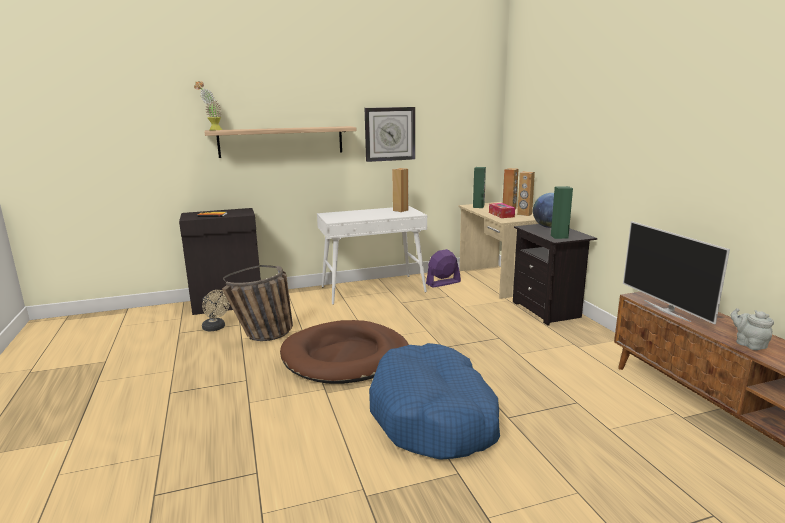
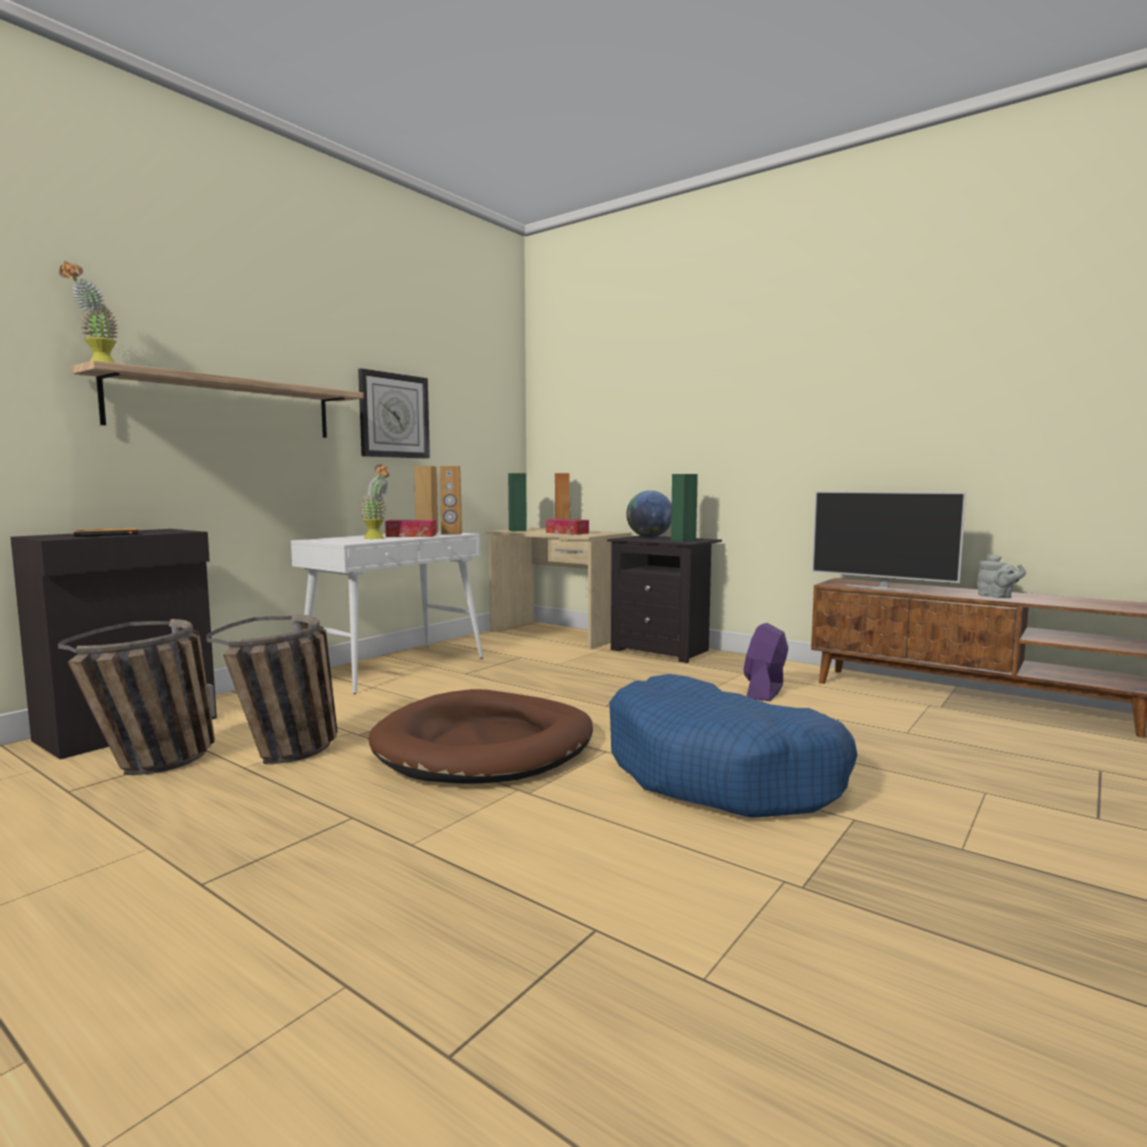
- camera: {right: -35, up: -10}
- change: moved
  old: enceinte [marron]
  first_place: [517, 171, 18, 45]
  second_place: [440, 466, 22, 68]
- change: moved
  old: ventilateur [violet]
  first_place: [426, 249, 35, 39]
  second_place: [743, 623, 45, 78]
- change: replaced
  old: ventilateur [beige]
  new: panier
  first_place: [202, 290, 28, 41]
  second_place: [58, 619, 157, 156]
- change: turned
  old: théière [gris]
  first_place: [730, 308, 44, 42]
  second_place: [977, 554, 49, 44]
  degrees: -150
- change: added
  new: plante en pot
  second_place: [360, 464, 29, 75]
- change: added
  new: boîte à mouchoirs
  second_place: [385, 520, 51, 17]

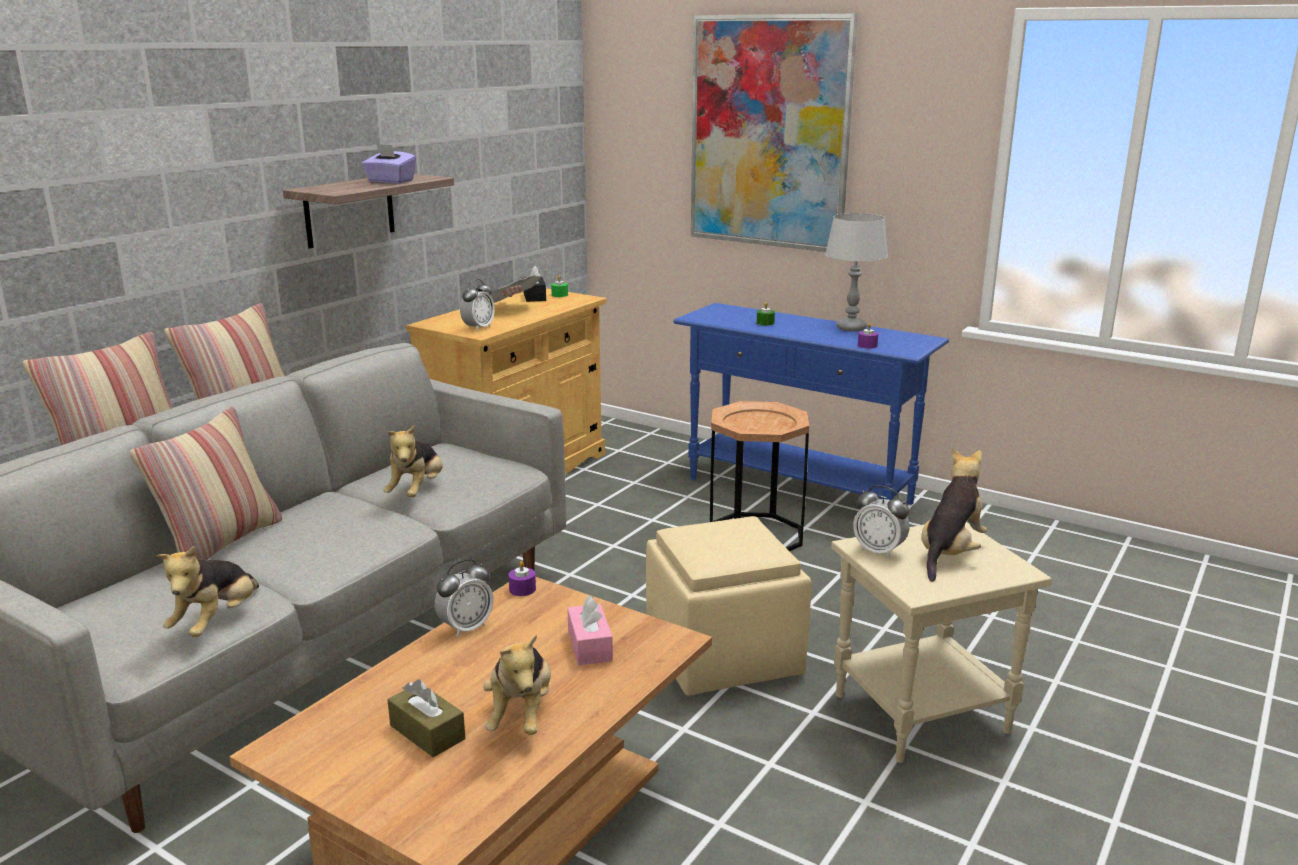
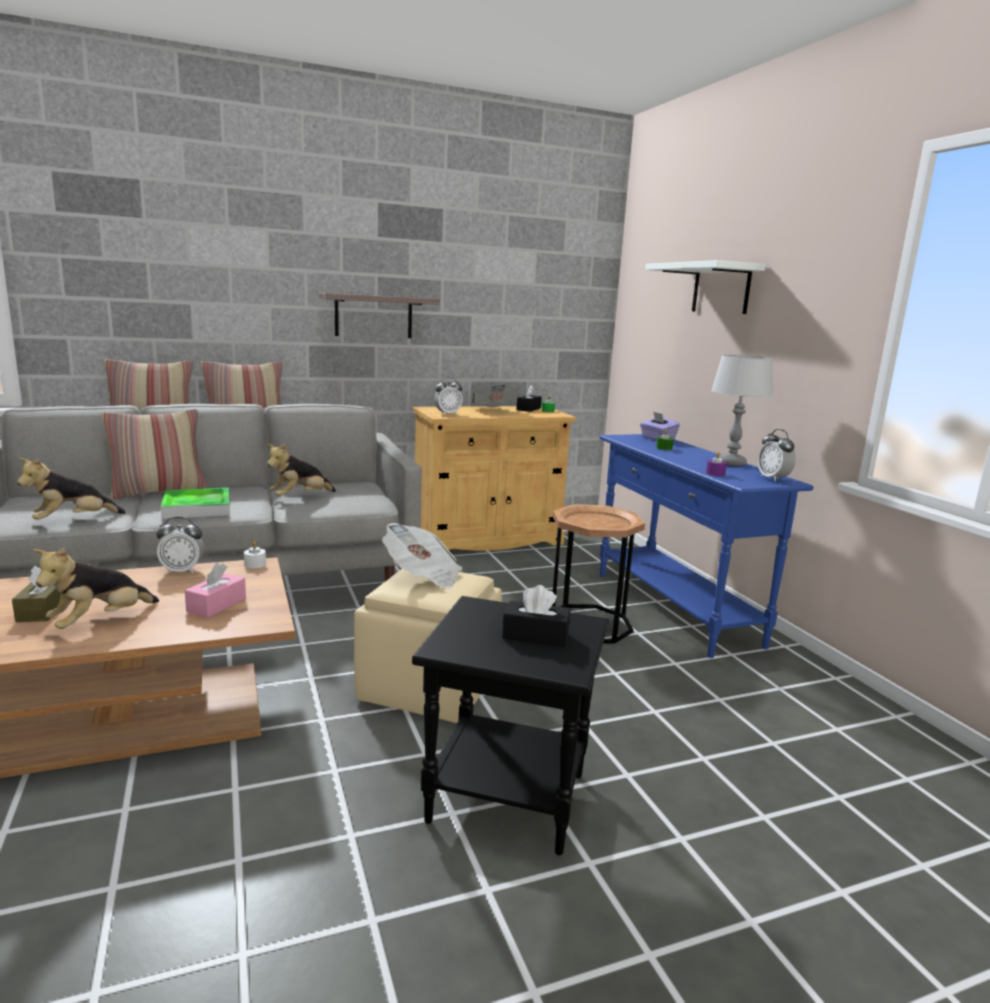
- camera: {right: 35, up: -5}
- change: replaced
  old: tableau
  new: étagère [blanc]
  first_place: [691, 14, 167, 238]
  second_place: [645, 260, 120, 54]
- change: moved
  old: boîte à mouchoirs [violet]
  first_place: [362, 144, 54, 40]
  second_place: [640, 411, 40, 30]
- change: replaced
  old: peluche
  new: boîte à mouchoirs [noir]
  first_place: [921, 449, 66, 133]
  second_place: [503, 585, 67, 62]
- change: moved
  old: réveil
  first_place: [853, 485, 57, 74]
  second_place: [757, 429, 39, 53]
- change: recoloured
  old: table d'appoint [beige]
  new: table d'appoint [noir]
  first_place: [831, 522, 221, 241]
  second_place: [412, 596, 197, 259]
- change: recoloured
  old: bougie [violet]
  new: bougie [blanc]
  first_place: [508, 561, 28, 35]
  second_place: [244, 541, 22, 27]
- change: added
  new: plateau
  second_place: [161, 488, 69, 31]
- change: added
  new: journal
  second_place: [382, 523, 80, 66]

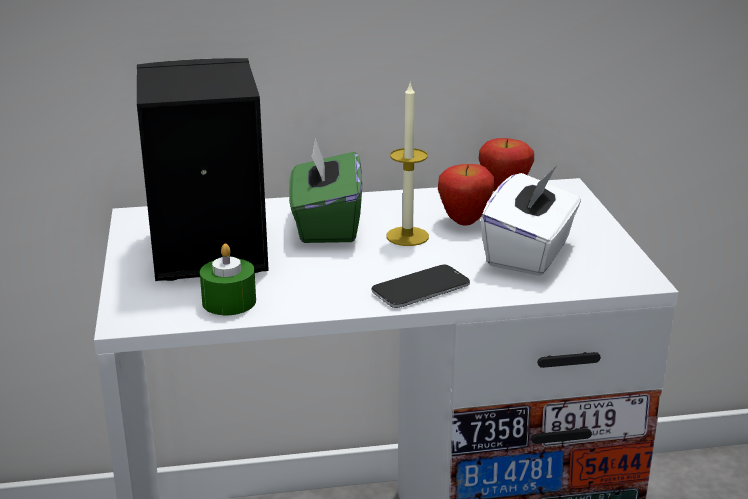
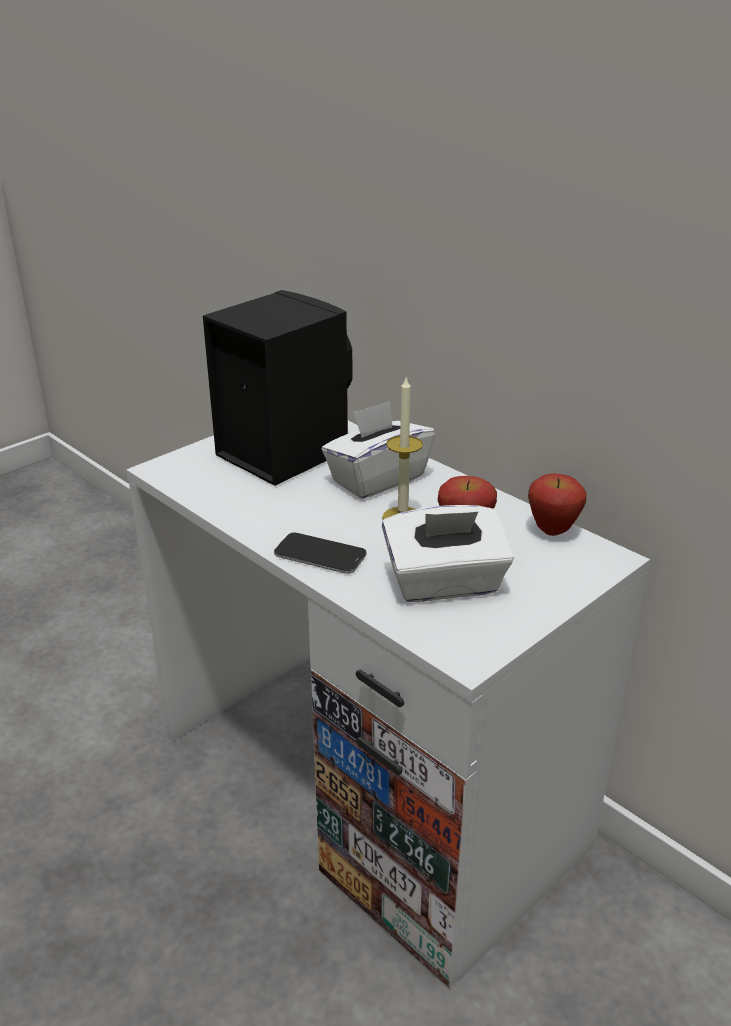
- camera: {right: 55, up: 5}
- change: recoloured
  old: boîte à mouchoirs [vert]
  new: boîte à mouchoirs [blanc]
  first_place: [289, 138, 73, 105]
  second_place: [322, 401, 113, 98]
- change: removed
  old: bougie [vert]
  first_place: [200, 244, 56, 71]

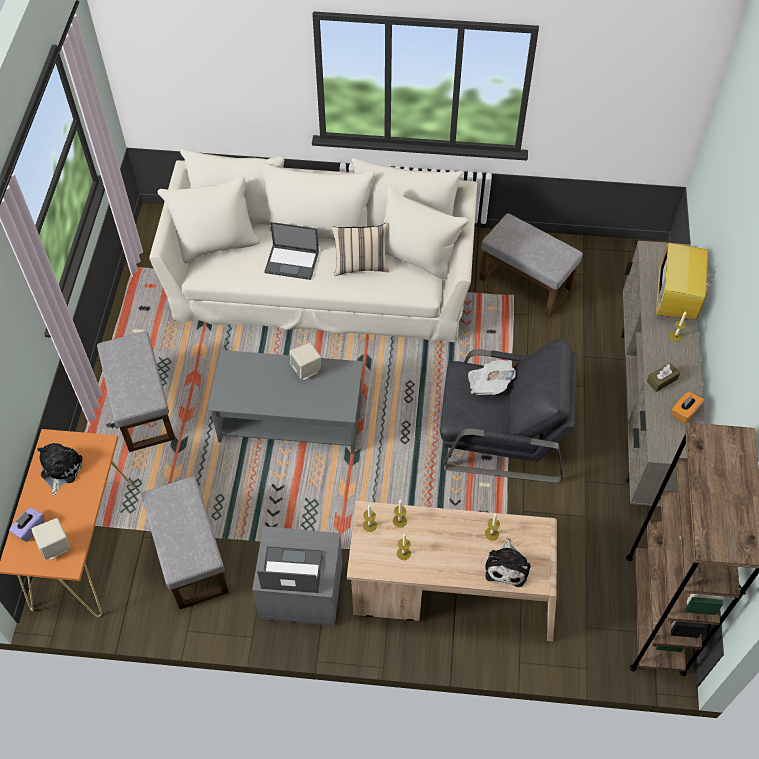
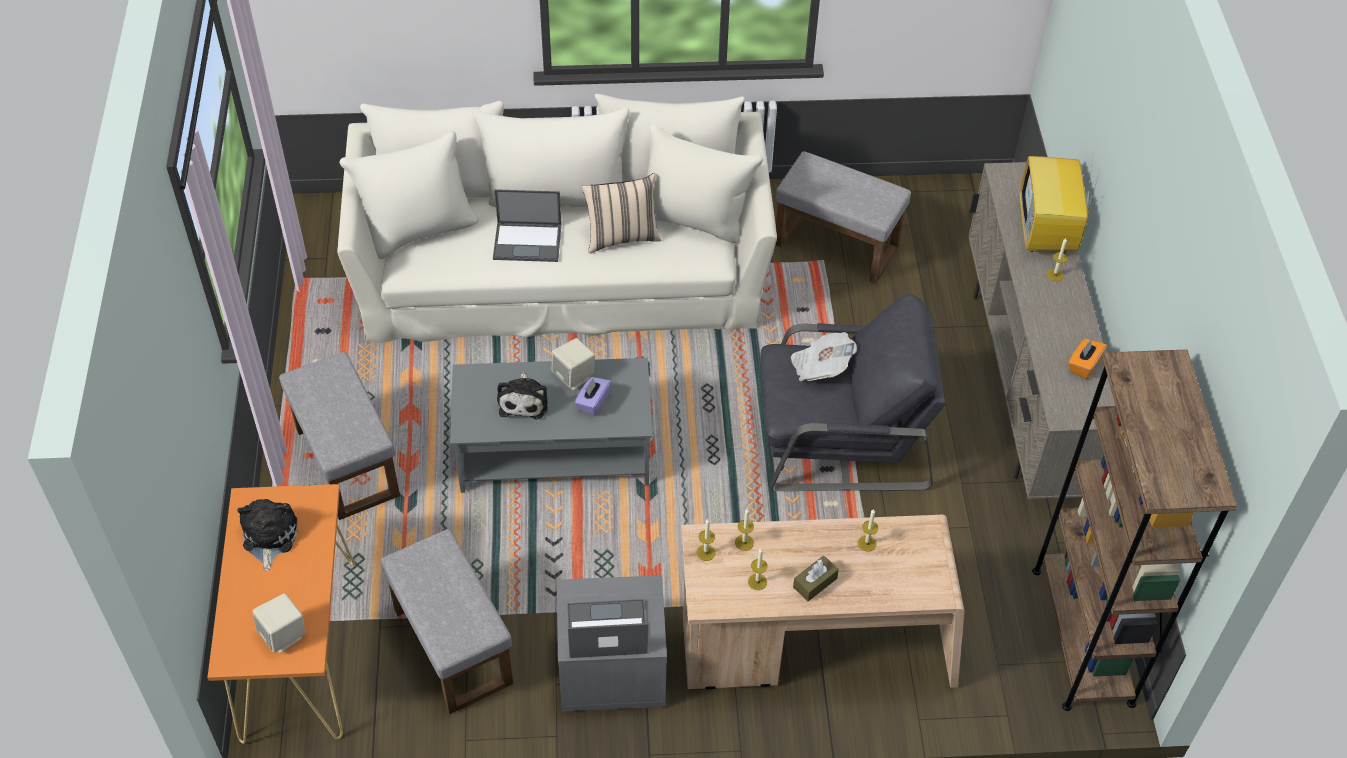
- camera: {right: -10, up: -5}
- change: moved
  old: boîte à mouchoirs [marron]
  first_place: [647, 363, 33, 29]
  second_place: [793, 555, 46, 46]
- change: moved
  old: boîte à mouchoirs [violet]
  first_place: [9, 507, 35, 35]
  second_place: [575, 377, 37, 39]
- change: moved
  old: peluche
  first_place: [485, 538, 46, 49]
  second_place: [497, 372, 51, 48]

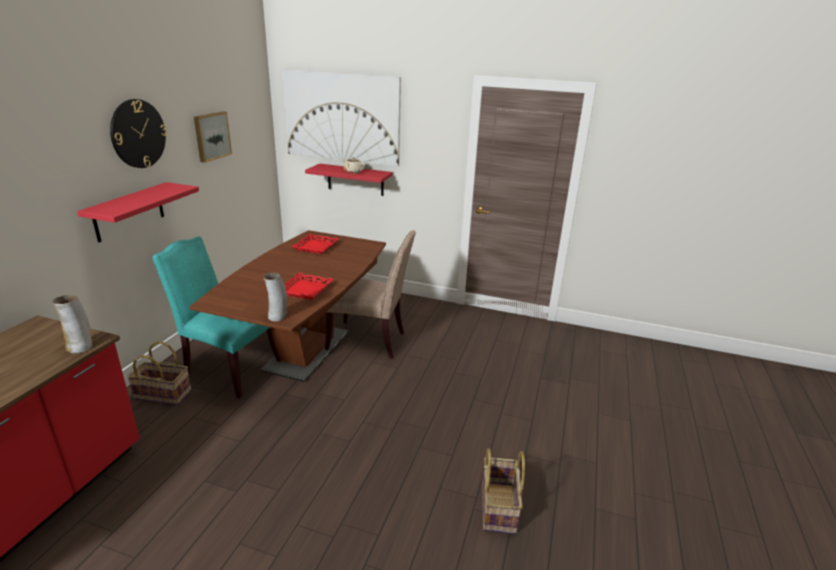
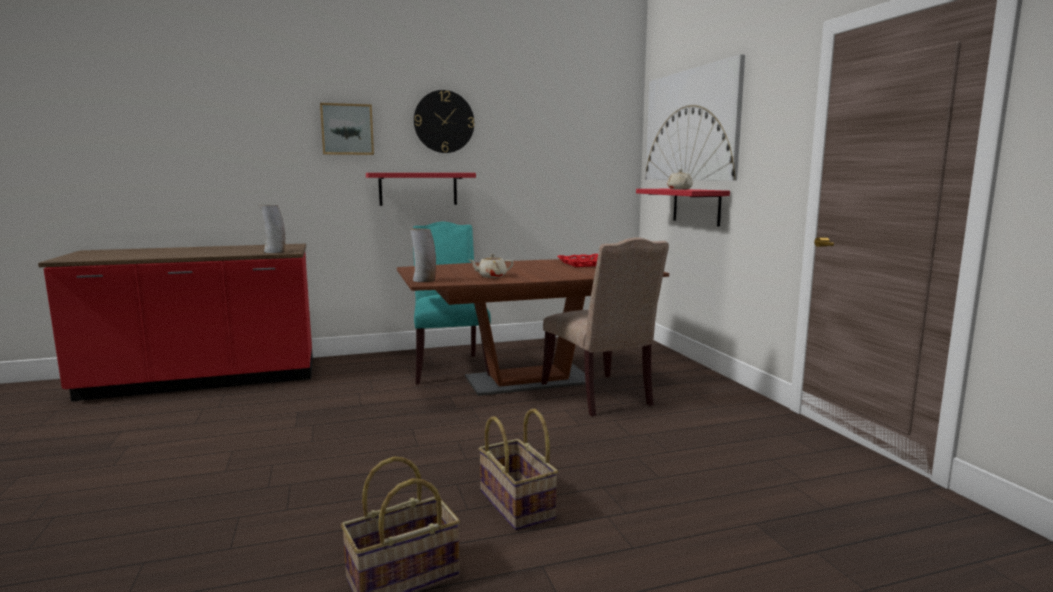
- camera: {right: 55, up: -15}
- change: moved
  old: tableau
  first_place: [194, 111, 38, 52]
  second_place: [320, 103, 54, 52]
- change: replaced
  old: plateau [rouge]
  new: théière [beige]
  first_place: [284, 273, 50, 27]
  second_place: [469, 254, 44, 24]
- change: moved
  old: panier
  first_place: [127, 341, 64, 64]
  second_place: [479, 409, 79, 121]

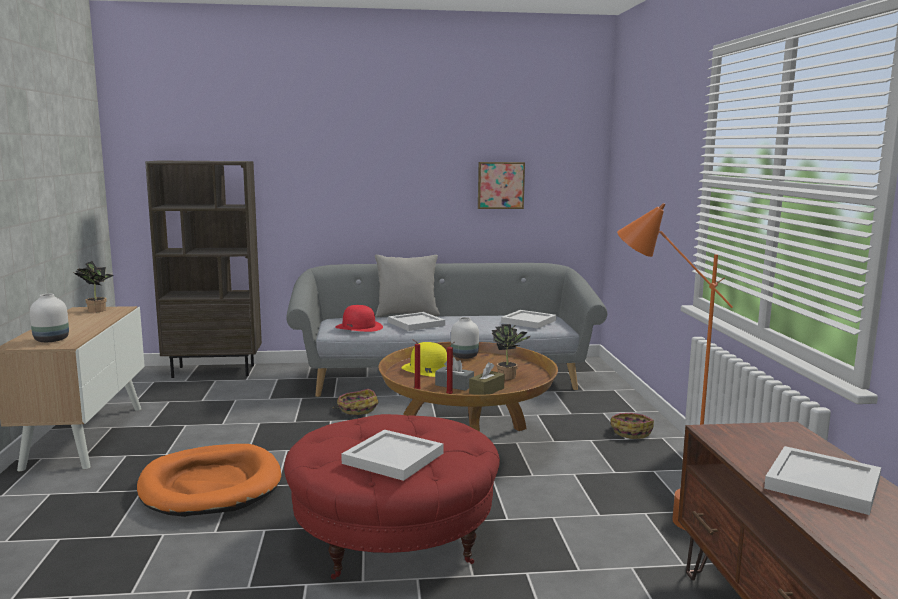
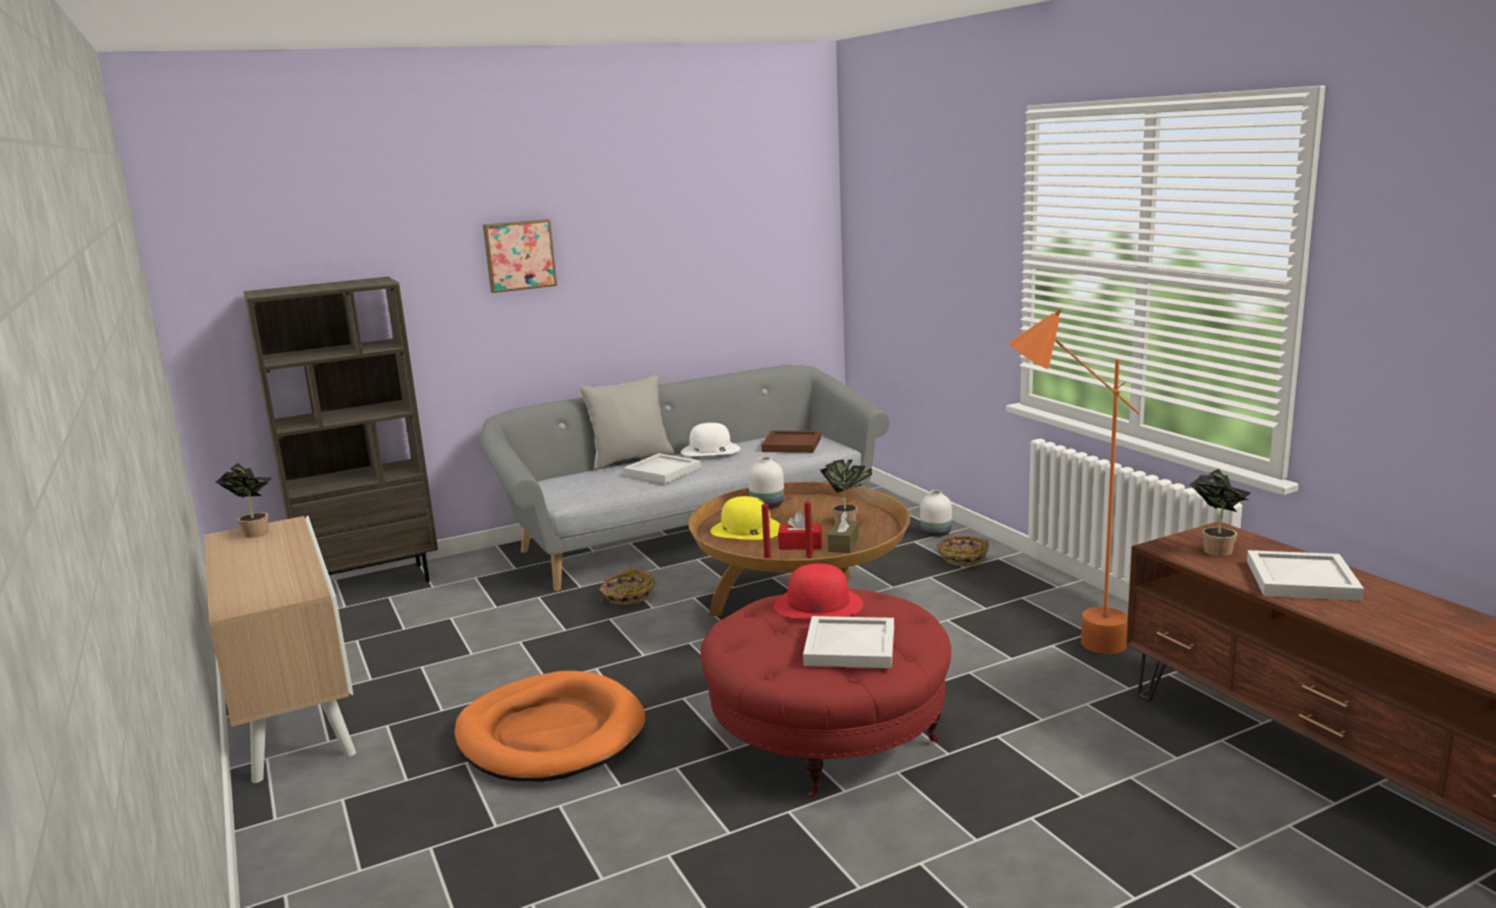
- camera: {right: -20, up: 5}
- change: moved
  old: tableau
  first_place: [478, 162, 47, 47]
  second_place: [483, 219, 74, 74]
- change: moved
  old: vase [blanc]
  first_place: [30, 294, 39, 48]
  second_place: [920, 490, 32, 47]
- change: moved
  old: chapeau [rouge]
  first_place: [335, 305, 48, 27]
  second_place: [774, 564, 89, 55]
- change: recoloured
  old: plateau [blanc]
  new: plateau [marron]
  first_place: [501, 310, 55, 18]
  second_place: [761, 431, 60, 22]
- change: recoloured
  old: boîte à mouchoirs [gris]
  new: boîte à mouchoirs [rouge]
  first_place: [435, 357, 39, 34]
  second_place: [778, 512, 44, 38]
- change: added
  new: chapeau [blanc]
  second_place: [681, 423, 59, 33]
- change: added
  new: plante en pot
  second_place: [1189, 469, 62, 87]

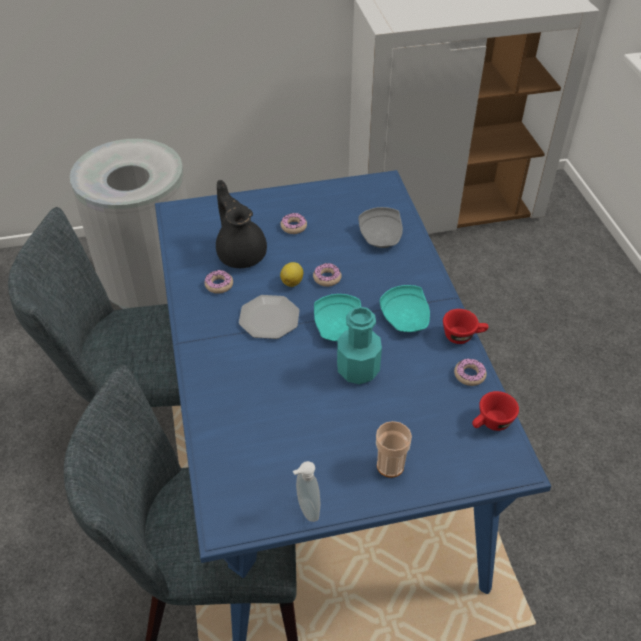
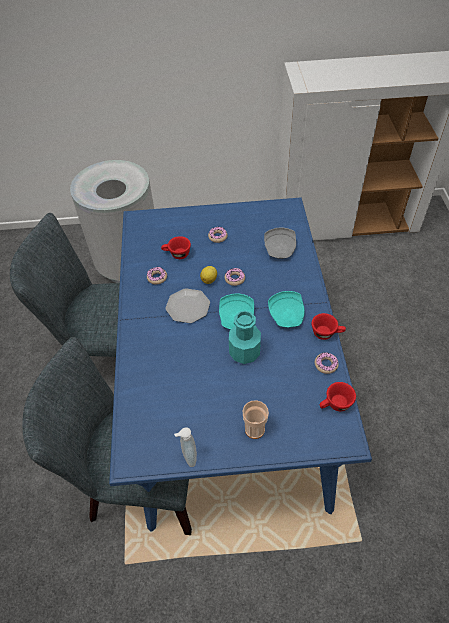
- camera: {right: 10, up: 5}
- change: replaced
  old: théière [noir]
  new: tasse [rouge]
  first_place: [216, 180, 51, 88]
  second_place: [161, 236, 30, 23]

